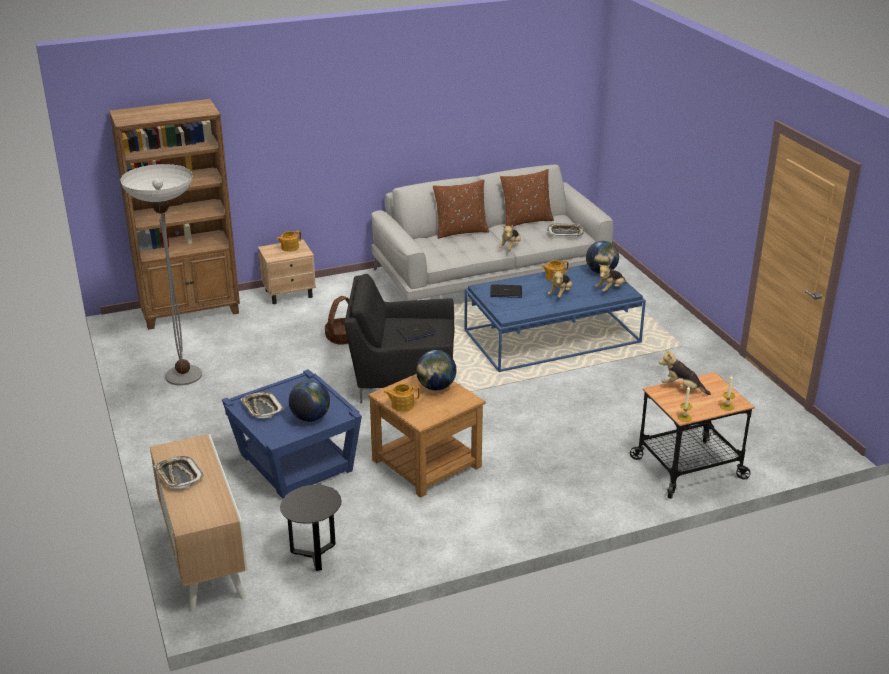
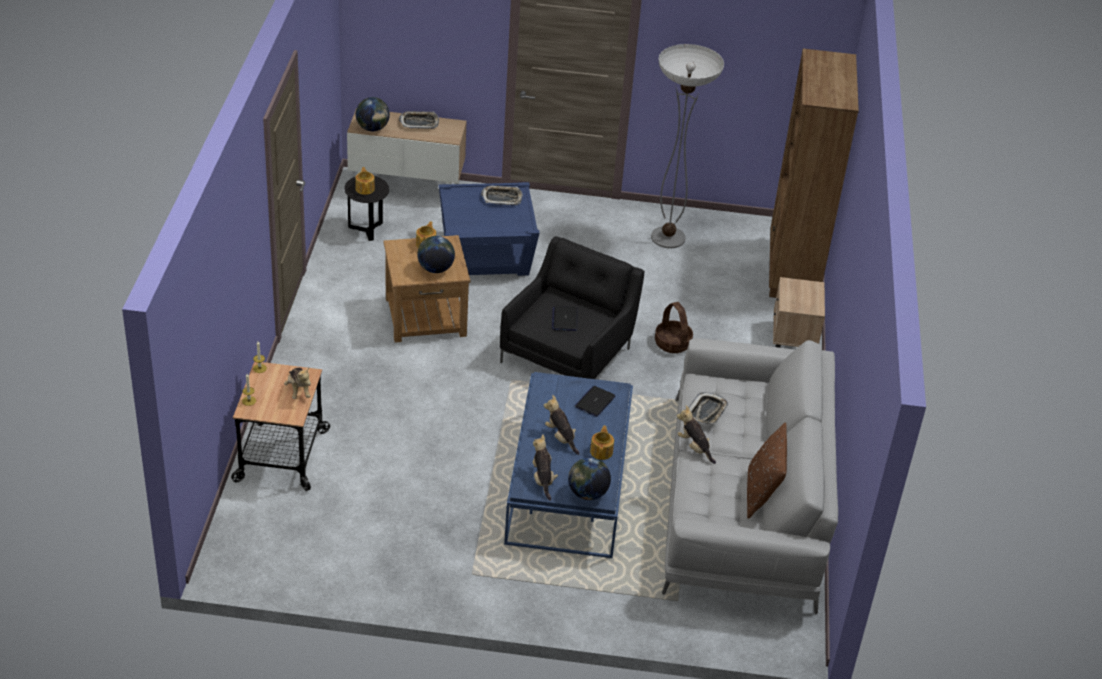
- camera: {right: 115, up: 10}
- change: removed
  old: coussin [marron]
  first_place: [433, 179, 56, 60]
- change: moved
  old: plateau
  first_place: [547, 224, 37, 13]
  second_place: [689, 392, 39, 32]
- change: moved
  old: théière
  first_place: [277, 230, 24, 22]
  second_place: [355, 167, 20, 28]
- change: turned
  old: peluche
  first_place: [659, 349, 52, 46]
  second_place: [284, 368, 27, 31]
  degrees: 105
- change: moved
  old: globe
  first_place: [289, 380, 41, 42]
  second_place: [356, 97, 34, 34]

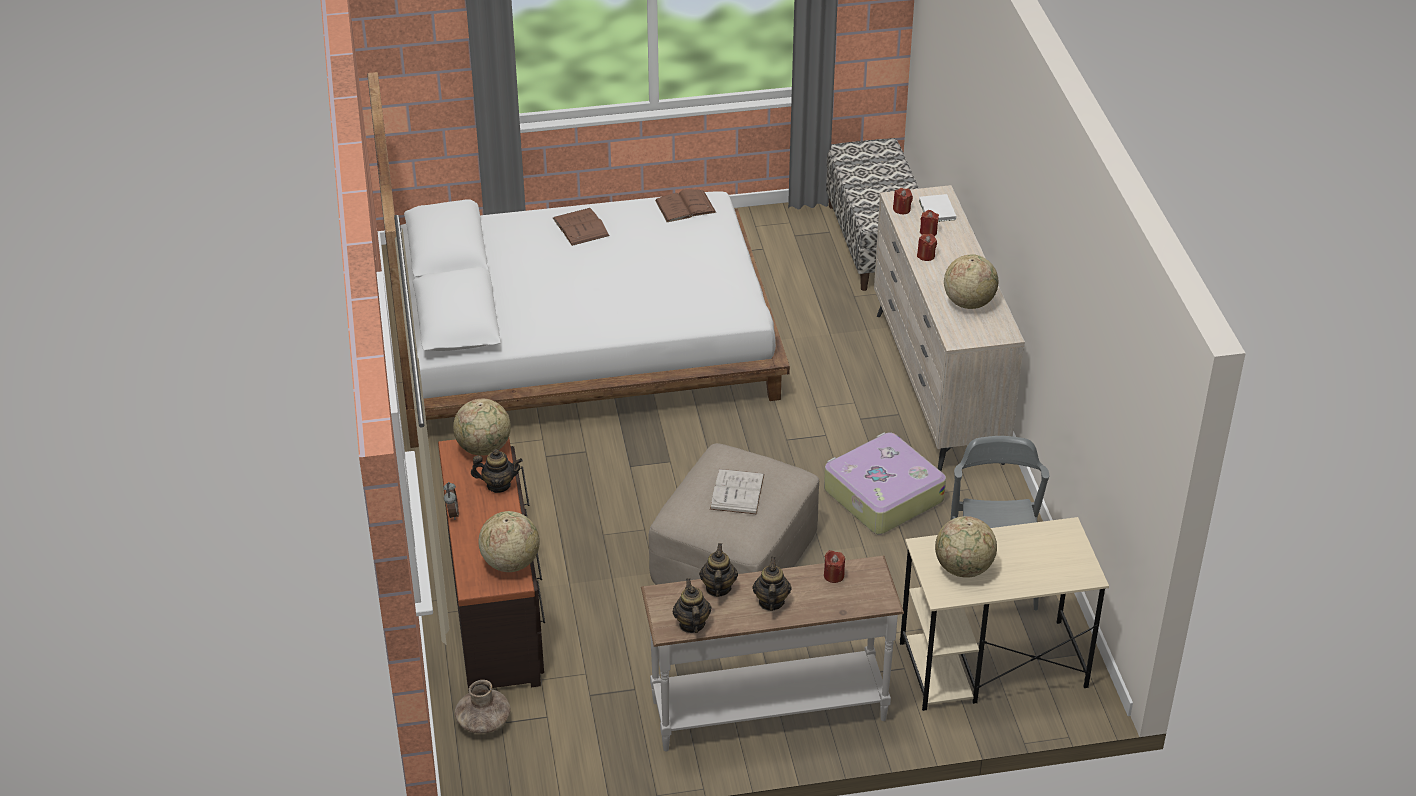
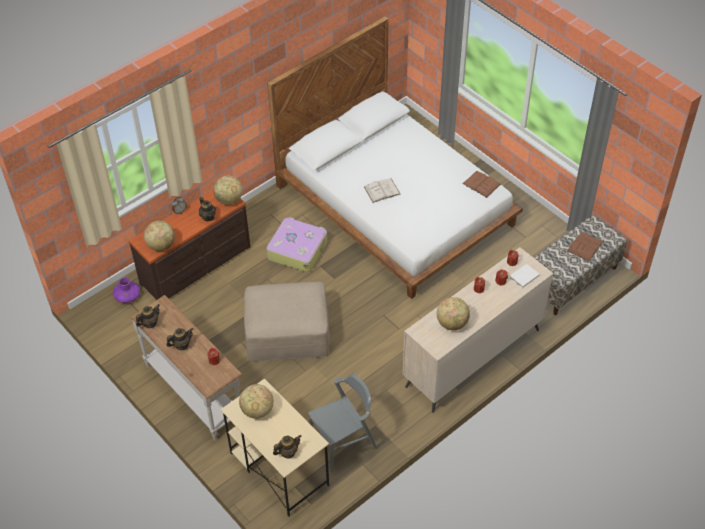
- camera: {right: 60, up: 10}
- change: moved
  old: livre [marron]
  first_place: [553, 208, 57, 38]
  second_place: [567, 232, 36, 30]
- change: moved
  old: valise
  first_place: [824, 433, 122, 101]
  second_place: [267, 217, 60, 55]
- change: moved
  old: livre [blanc]
  first_place: [710, 469, 55, 46]
  second_place: [364, 178, 37, 25]
- change: moved
  old: théière
  first_place: [699, 543, 39, 54]
  second_place: [273, 435, 28, 23]
- change: recoloured
  old: vase [marron]
  new: vase [violet]
  first_place: [455, 680, 56, 54]
  second_place: [113, 278, 27, 25]

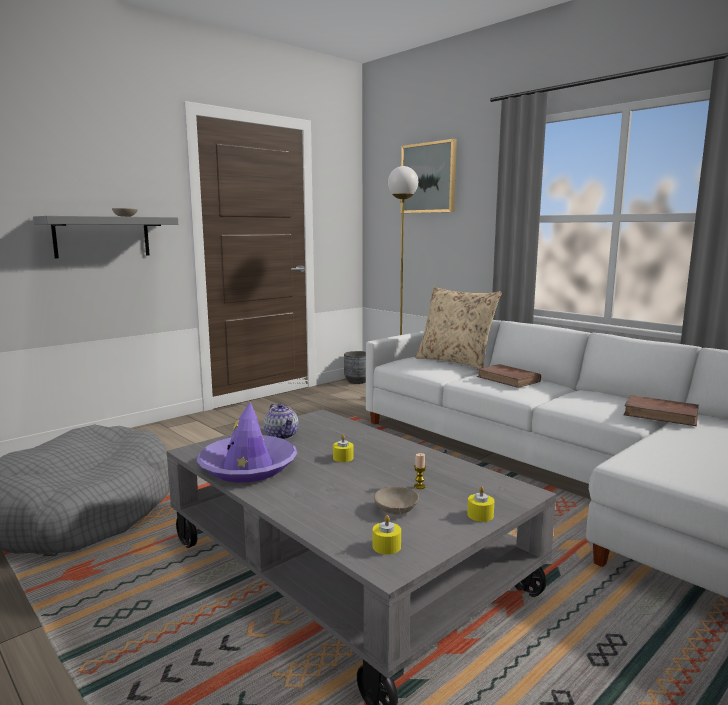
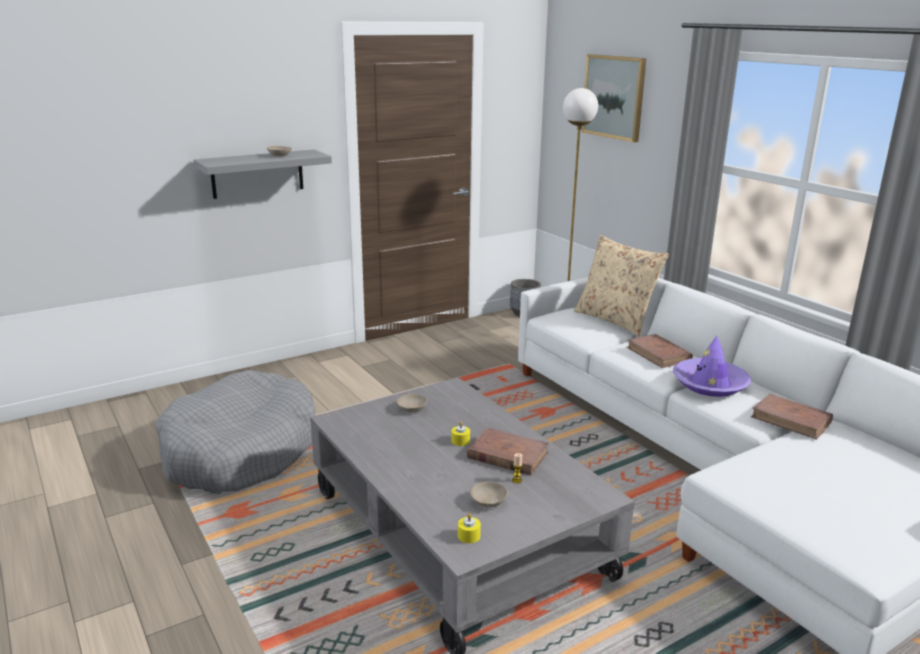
- camera: {right: 10, up: 10}
- change: moved
  old: chapeau [violet]
  first_place: [196, 401, 101, 81]
  second_place: [673, 336, 78, 61]
- change: replaced
  old: théière
  new: bol [beige]
  first_place: [264, 403, 35, 36]
  second_place: [397, 394, 30, 19]
- change: removed
  old: bougie [jaune]
  first_place: [467, 486, 27, 36]
- change: added
  new: livre [marron]
  second_place: [467, 428, 82, 47]

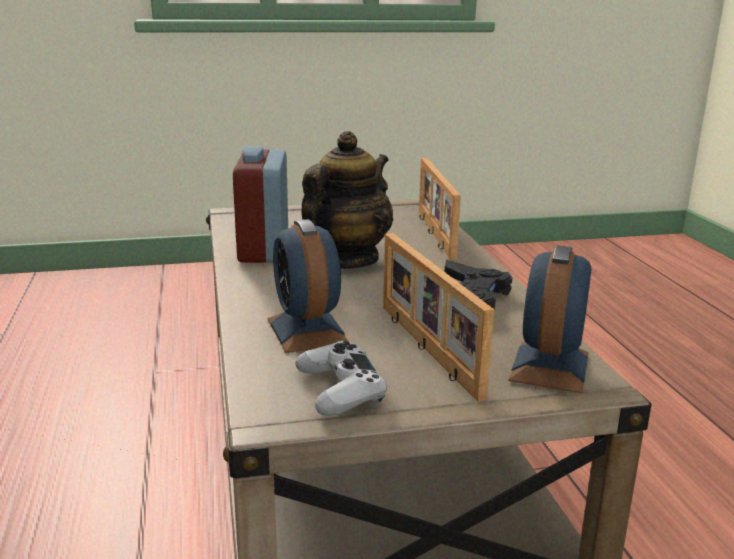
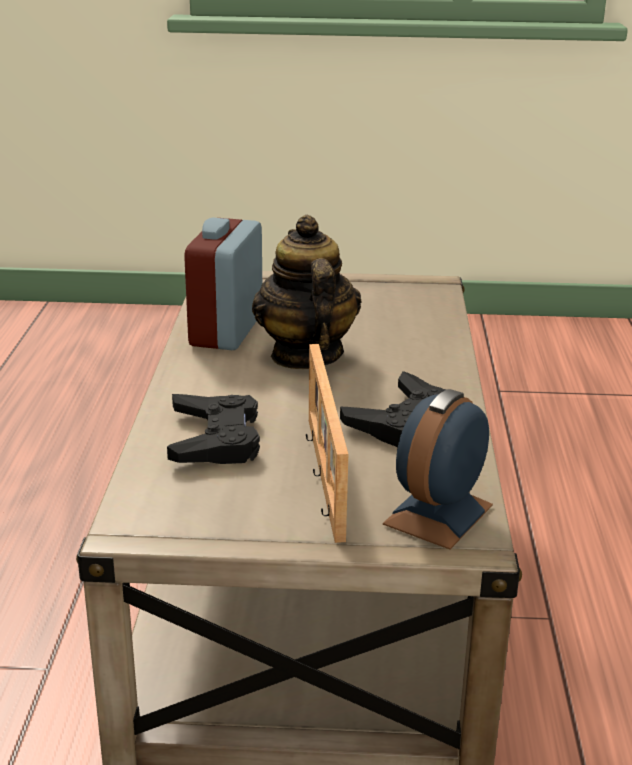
- camera: {right: 15, up: 5}
- change: turned
  old: théière
  first_place: [302, 131, 91, 138]
  second_place: [252, 215, 109, 154]
  degrees: -60
- change: removed
  old: cadre photo
  first_place: [419, 158, 42, 101]
- change: replaced
  old: réveil
  new: manette [noir]
  first_place: [268, 219, 81, 134]
  second_place: [167, 394, 93, 70]
- change: removed
  old: manette [blanc]
  first_place: [295, 341, 91, 75]

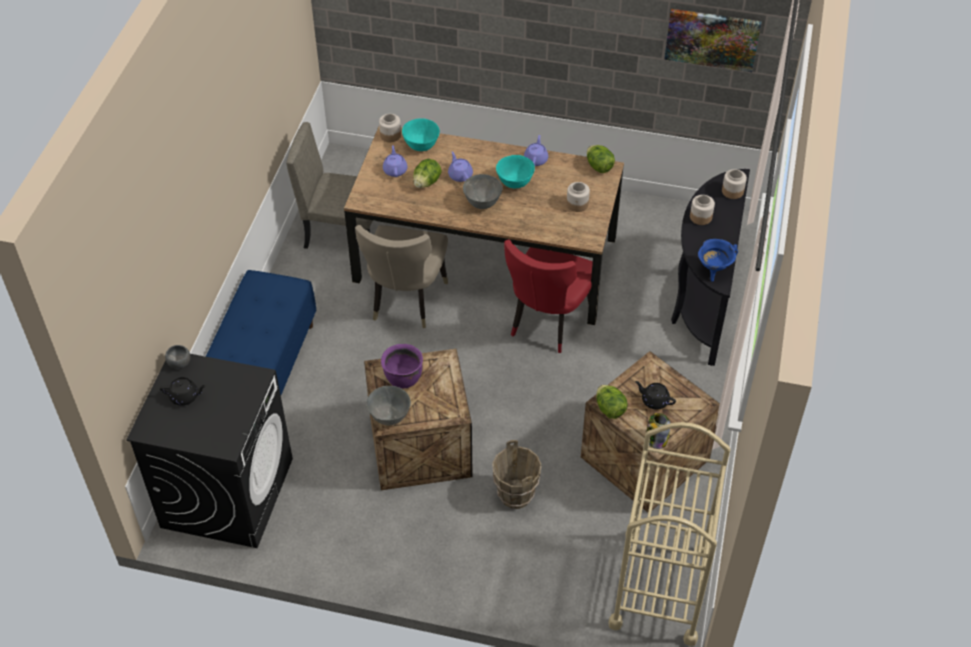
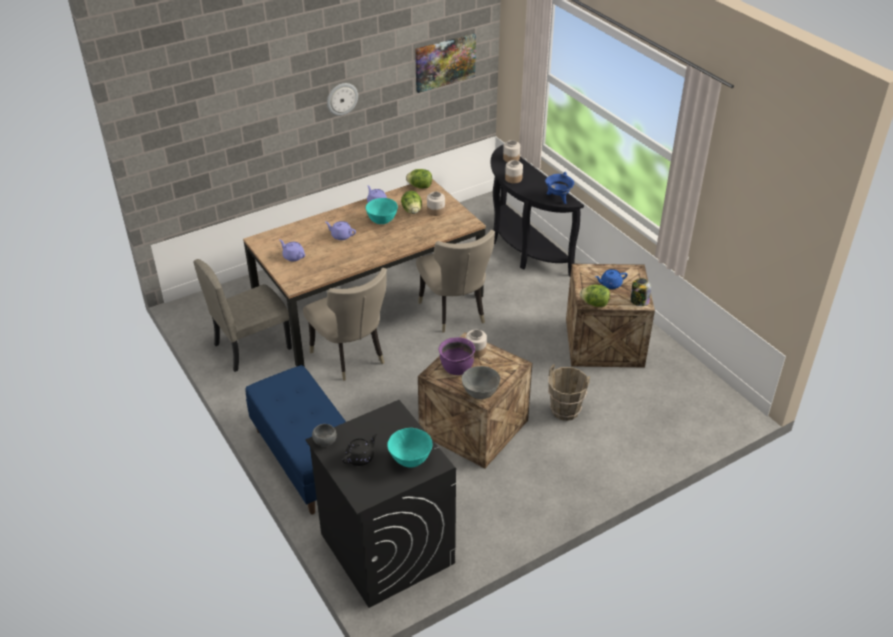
- camera: {right: -45, up: -10}
- change: moved
  old: bocal
  first_place: [379, 114, 22, 28]
  second_place: [466, 330, 21, 27]
- change: moved
  old: bol [turquoise]
  first_place: [402, 119, 38, 32]
  second_place: [387, 428, 46, 40]
- change: moved
  old: laitue
  first_place: [413, 159, 29, 29]
  second_place: [401, 191, 21, 23]
- change: removed
  old: bol [gris]
  first_place: [463, 174, 40, 35]
- change: recoloured
  old: chaise [rouge]
  new: chaise [beige]
  first_place: [504, 239, 89, 114]
  second_place: [416, 230, 79, 103]
- change: recoloured
  old: théière [noir]
  new: théière [bleu]
  first_place: [635, 381, 41, 29]
  second_place: [595, 269, 33, 20]
- change: removed
  old: chariot [beige]
  first_place: [608, 422, 122, 224]
- change: added
  new: horloge murale
  second_place: [327, 83, 31, 33]

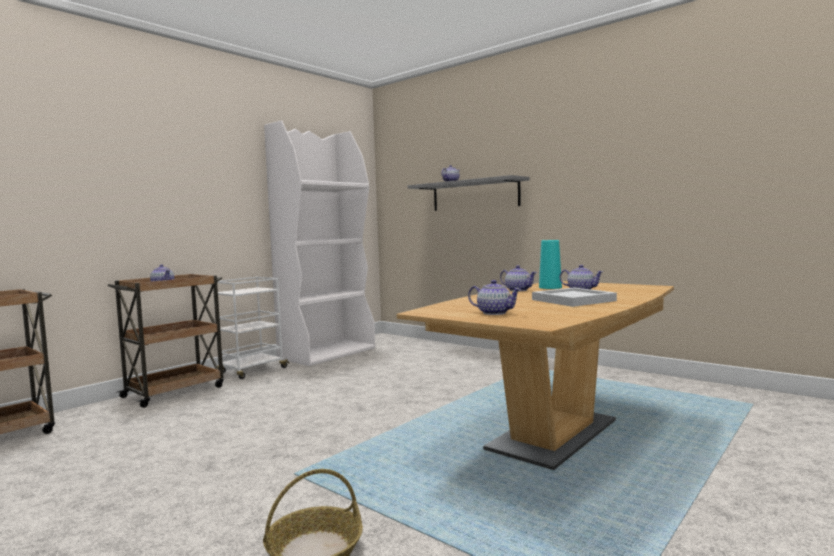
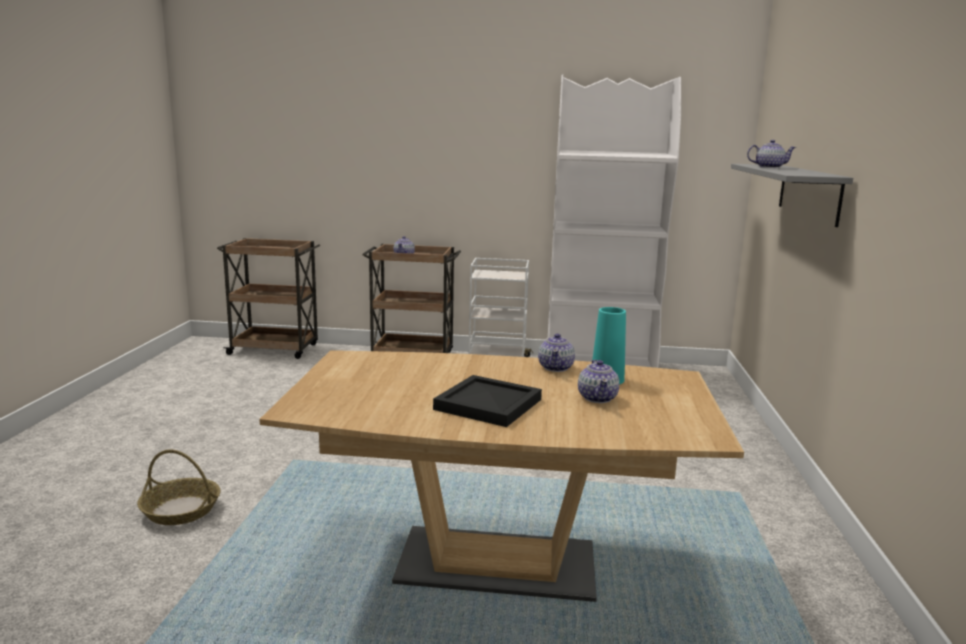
- camera: {right: 55, up: 10}
- change: removed
  old: théière
  first_place: [468, 280, 53, 35]
- change: recoloured
  old: plateau [blanc]
  new: plateau [noir]
  first_place: [532, 288, 85, 19]
  second_place: [433, 375, 109, 52]

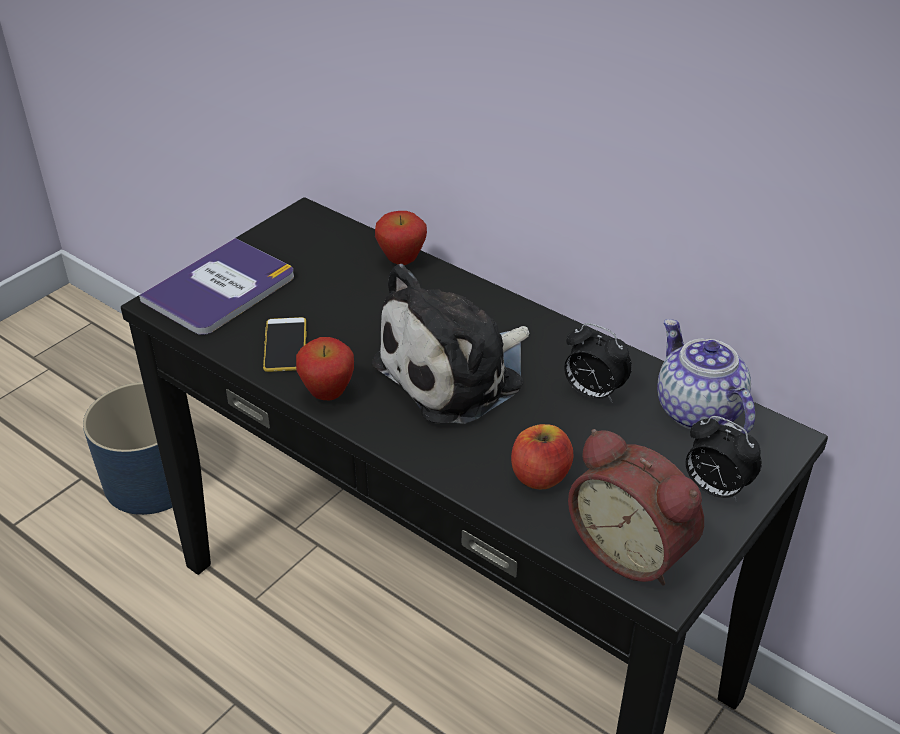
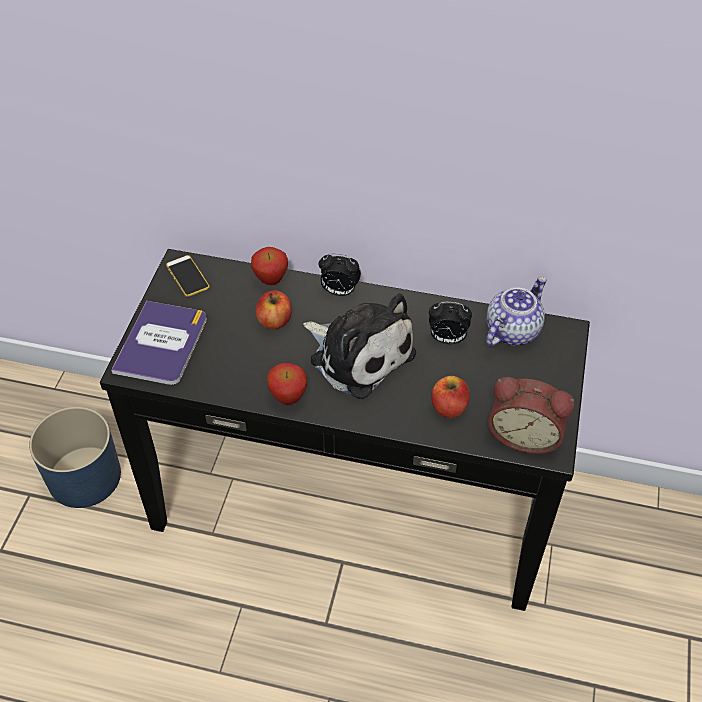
- camera: {right: -25, up: 10}
- change: turned
  old: peluche
  first_place: [371, 264, 158, 160]
  second_place: [303, 293, 113, 106]
  degrees: -75
- change: moved
  old: téléphone
  first_place: [263, 317, 44, 55]
  second_place: [166, 255, 44, 42]
- change: turned
  old: théière
  first_place: [657, 319, 98, 115]
  second_place: [486, 277, 61, 70]
  degrees: 90
- change: moved
  old: réveil
  first_place: [685, 416, 77, 86]
  second_place: [318, 253, 43, 43]
- change: added
  new: pomme
  second_place: [255, 290, 37, 40]

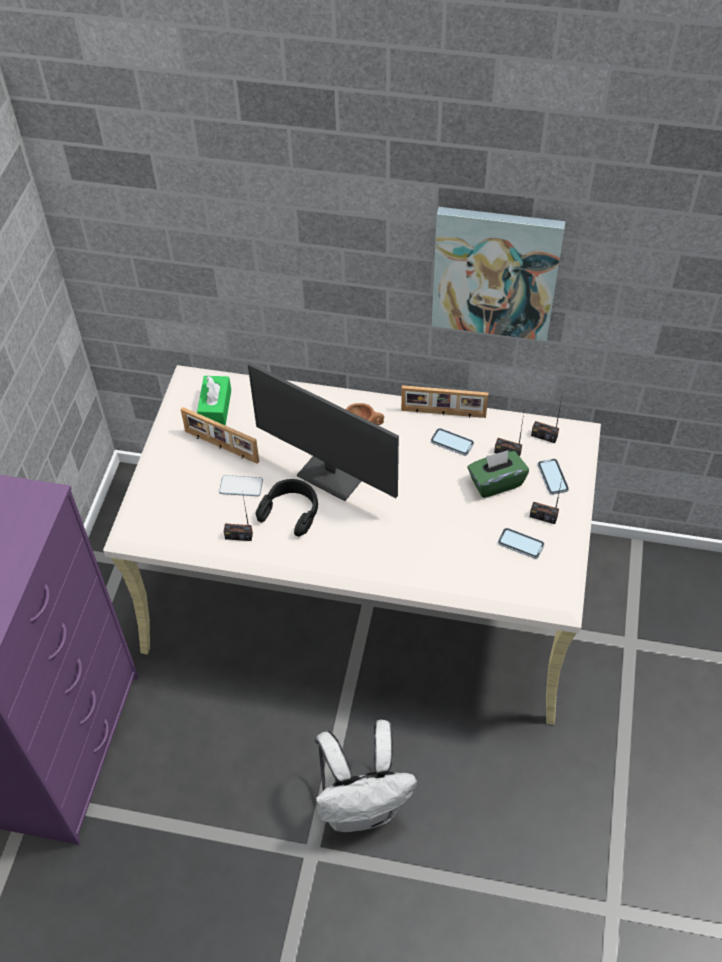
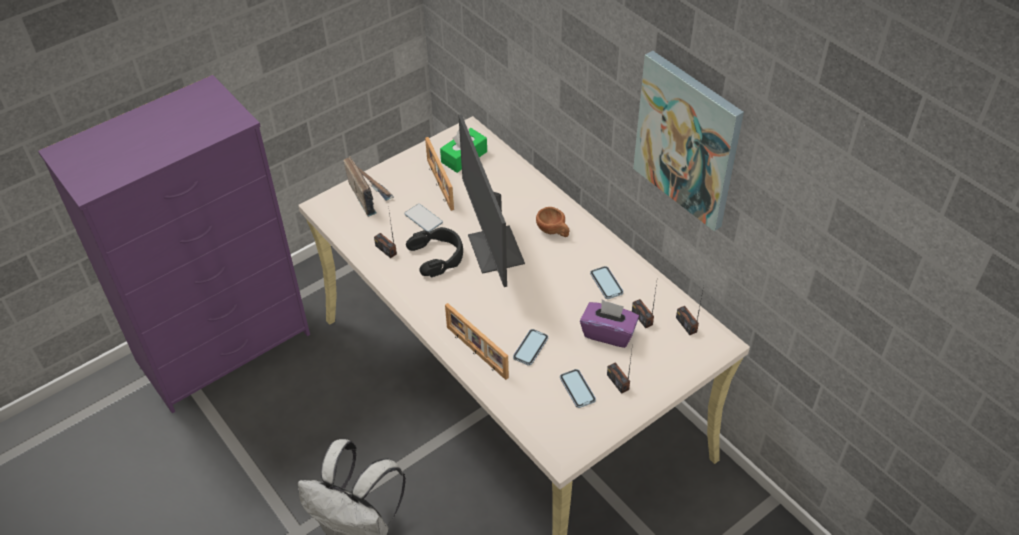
- camera: {right: 40, up: -5}
- change: moved
  old: cadre photo
  first_place: [401, 385, 87, 33]
  second_place: [445, 303, 64, 77]
- change: recoloured
  old: boîte à mouchoirs [vert]
  new: boîte à mouchoirs [violet]
  first_place: [468, 450, 61, 48]
  second_place: [580, 300, 59, 48]
- change: moved
  old: téléphone
  first_place: [538, 459, 31, 36]
  second_place: [513, 329, 35, 37]
- change: added
  new: radio
  second_place: [343, 156, 51, 61]

